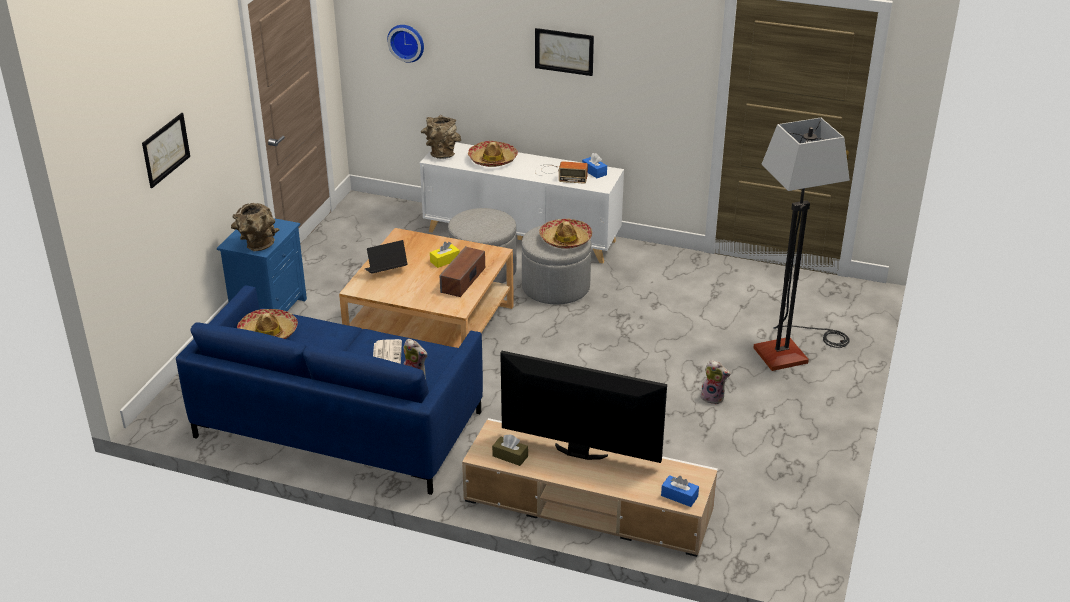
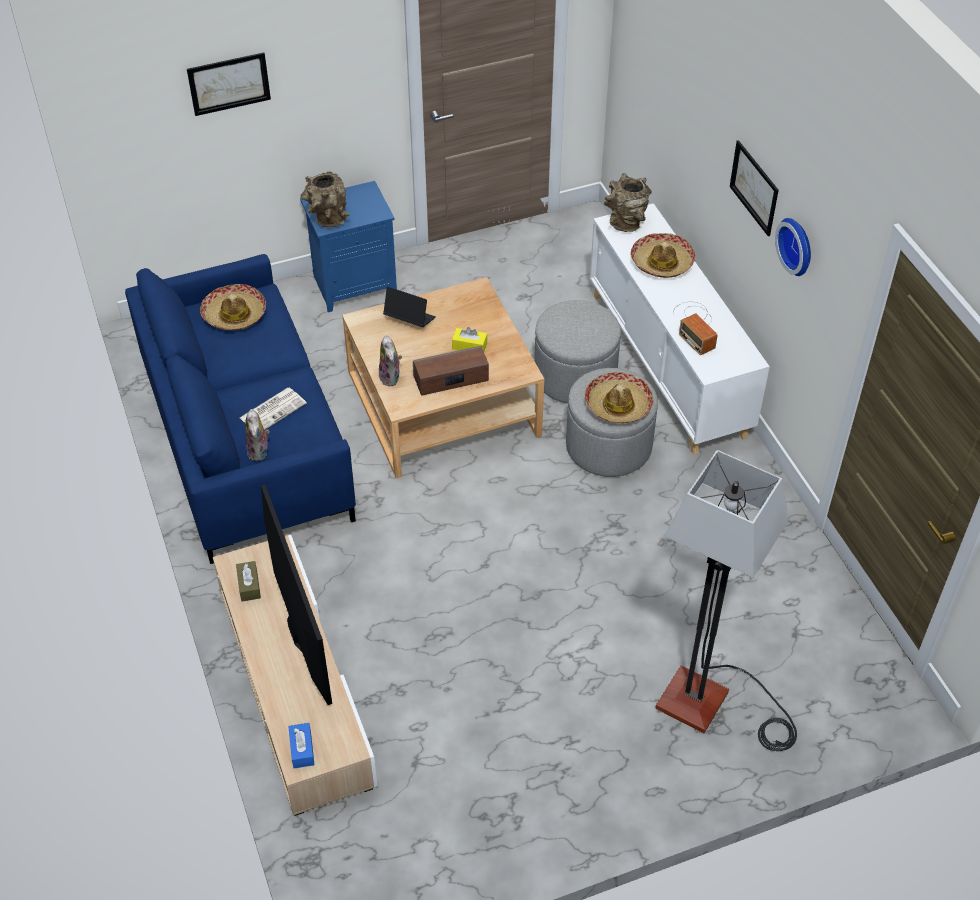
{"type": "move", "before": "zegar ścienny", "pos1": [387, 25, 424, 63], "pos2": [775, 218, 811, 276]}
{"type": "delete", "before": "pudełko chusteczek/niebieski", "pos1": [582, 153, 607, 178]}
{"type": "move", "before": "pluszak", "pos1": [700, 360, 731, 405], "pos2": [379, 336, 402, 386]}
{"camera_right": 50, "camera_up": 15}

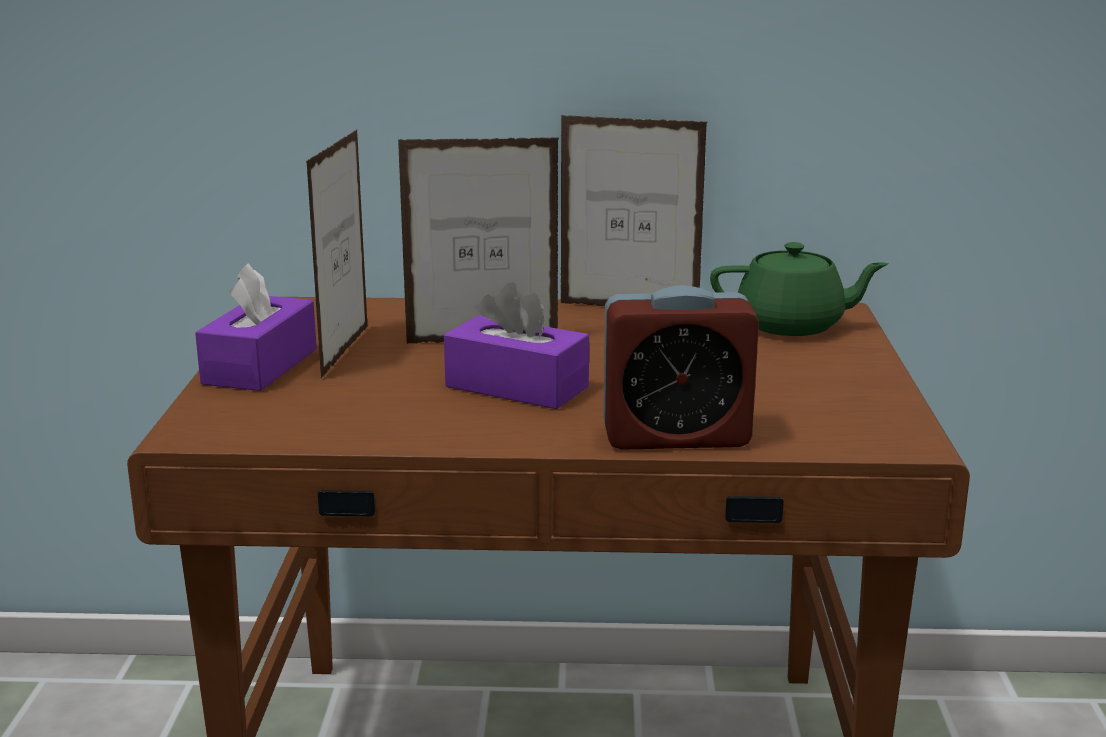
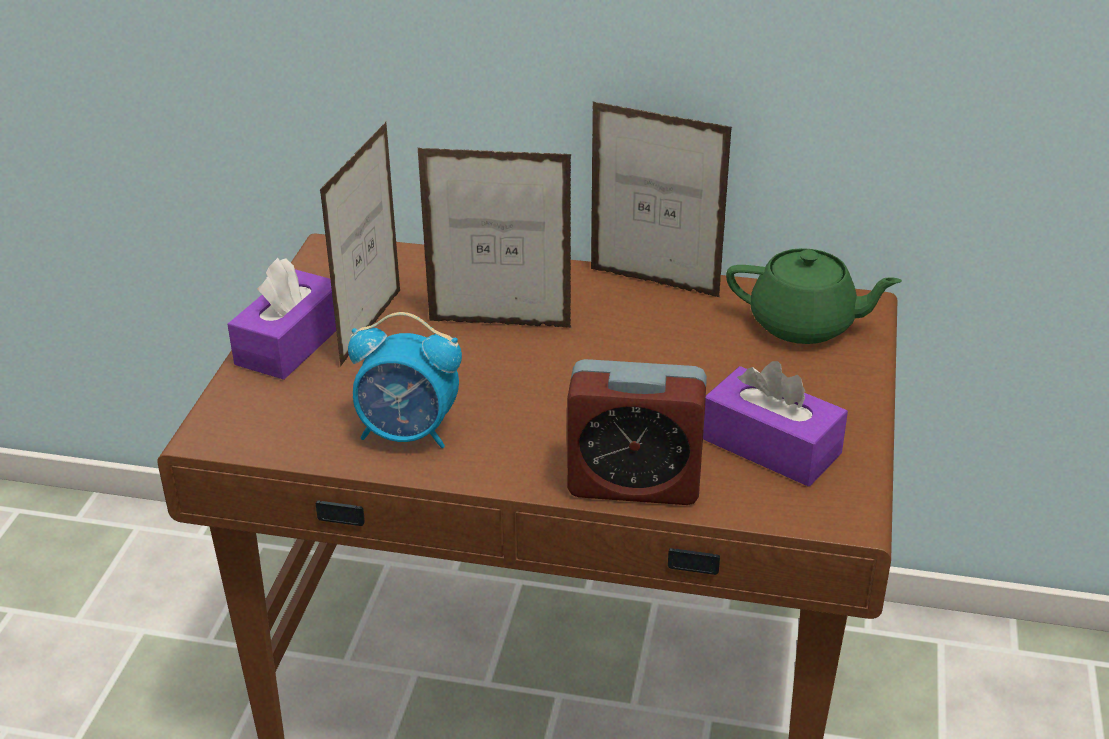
{"type": "move", "before": "pudełko chusteczek/fioletowy", "pos1": [444, 282, 589, 409], "pos2": [703, 361, 848, 487]}
{"type": "insert", "after": "budzik", "pos2": [348, 312, 462, 448]}
{"camera_right": 10, "camera_up": 15}

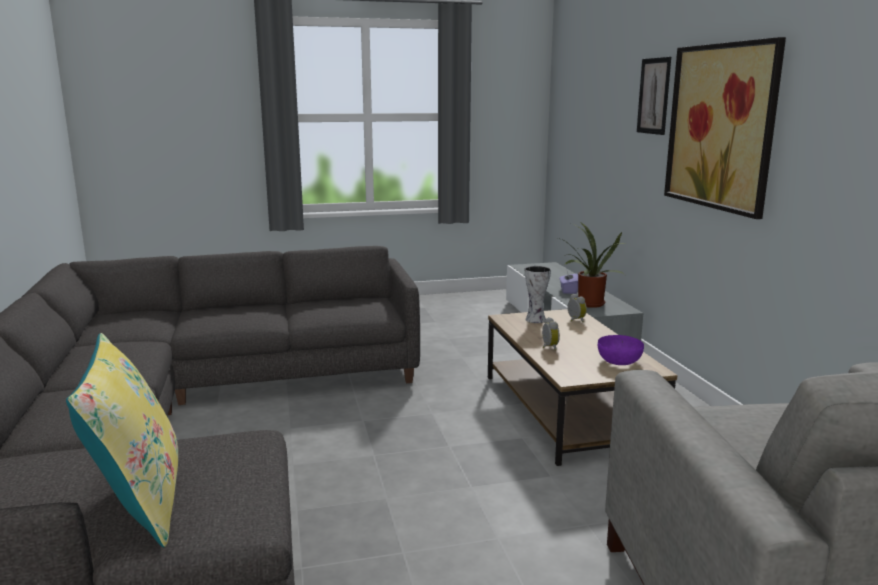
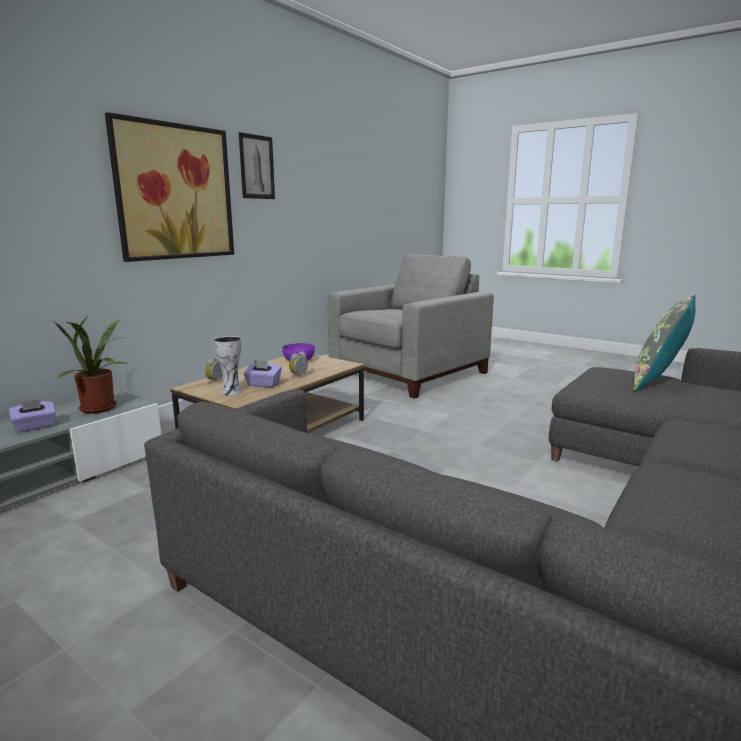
{"type": "move", "before": "obraz", "pos1": [637, 57, 671, 135], "pos2": [239, 132, 275, 199]}
{"type": "recolor", "before": "poduszka/żółty", "after": "poduszka/szary", "pos1": [66, 333, 178, 547], "pos2": [633, 294, 695, 391]}
{"type": "insert", "after": "pudełko chusteczek/fioletowy", "pos2": [244, 360, 282, 387]}
{"camera_right": -130, "camera_up": 0}

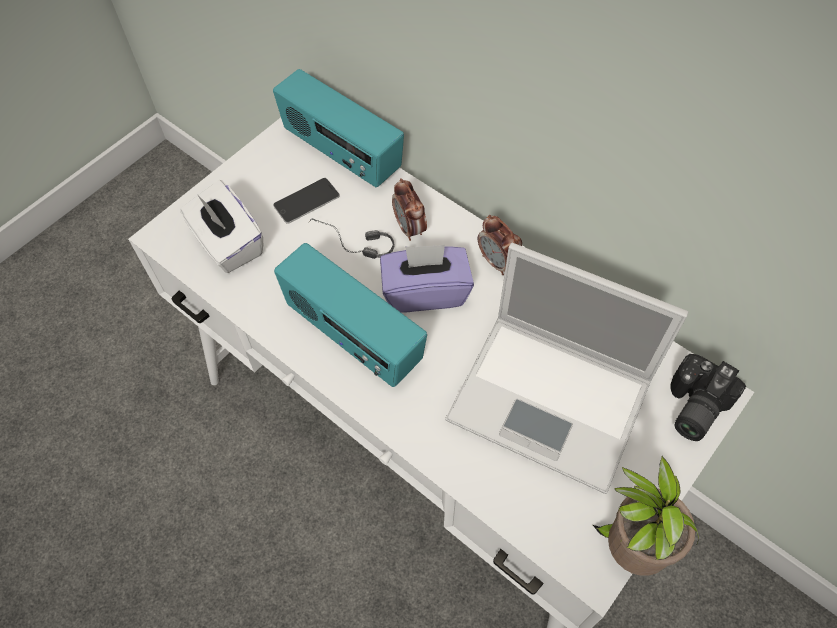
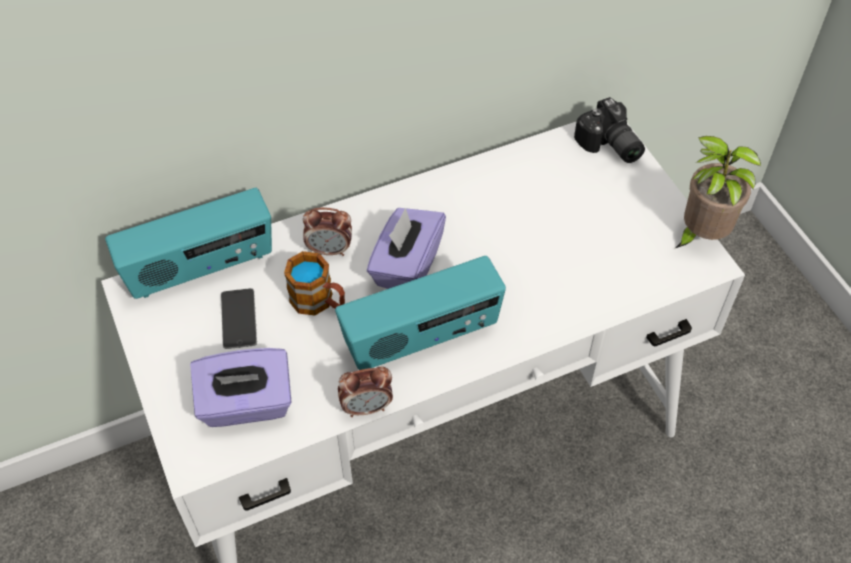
{"type": "recolor", "before": "pudełko chusteczek/biały", "after": "pudełko chusteczek/fioletowy", "pos1": [180, 180, 263, 273], "pos2": [190, 348, 291, 427]}
{"type": "move", "before": "budzik", "pos1": [478, 215, 522, 275], "pos2": [338, 366, 393, 417]}
{"type": "replace", "before": "słuchawki", "after": "kubek", "pos1": [308, 219, 395, 259], "pos2": [284, 251, 345, 316]}
{"type": "delete", "before": "laptop", "pos1": [445, 243, 688, 494]}
{"camera_right": -65, "camera_up": -5}

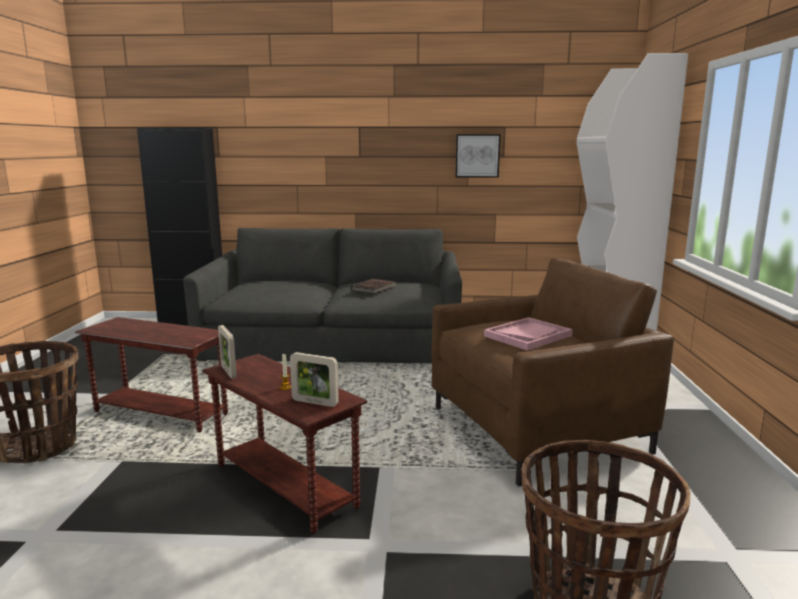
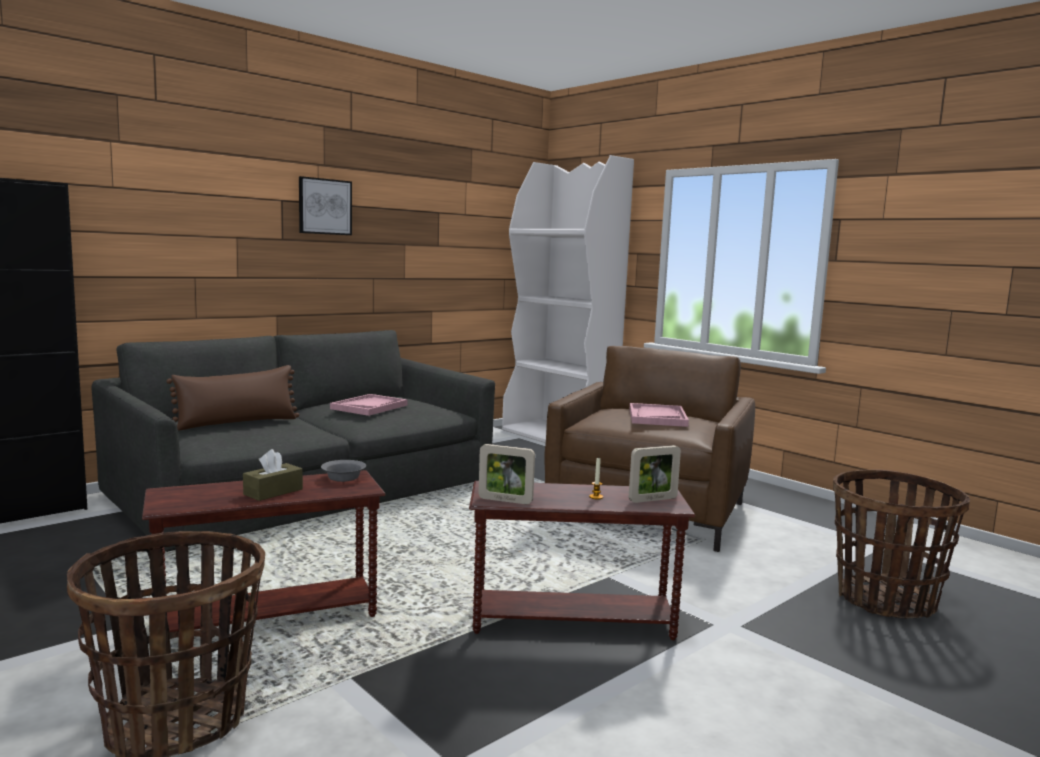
{"type": "move", "before": "obraz", "pos1": [456, 134, 500, 178], "pos2": [299, 176, 352, 235]}
{"type": "replace", "before": "książka/brązowy", "after": "taca/różowy", "pos1": [351, 279, 397, 294], "pos2": [330, 394, 407, 416]}
{"type": "insert", "after": "poduszka/brązowy", "pos2": [166, 365, 299, 431]}
{"type": "insert", "after": "pudełko chusteczek/brązowy", "pos2": [243, 449, 303, 501]}
{"type": "insert", "after": "miska/szary", "pos2": [321, 460, 366, 482]}
{"camera_right": -45, "camera_up": -5}

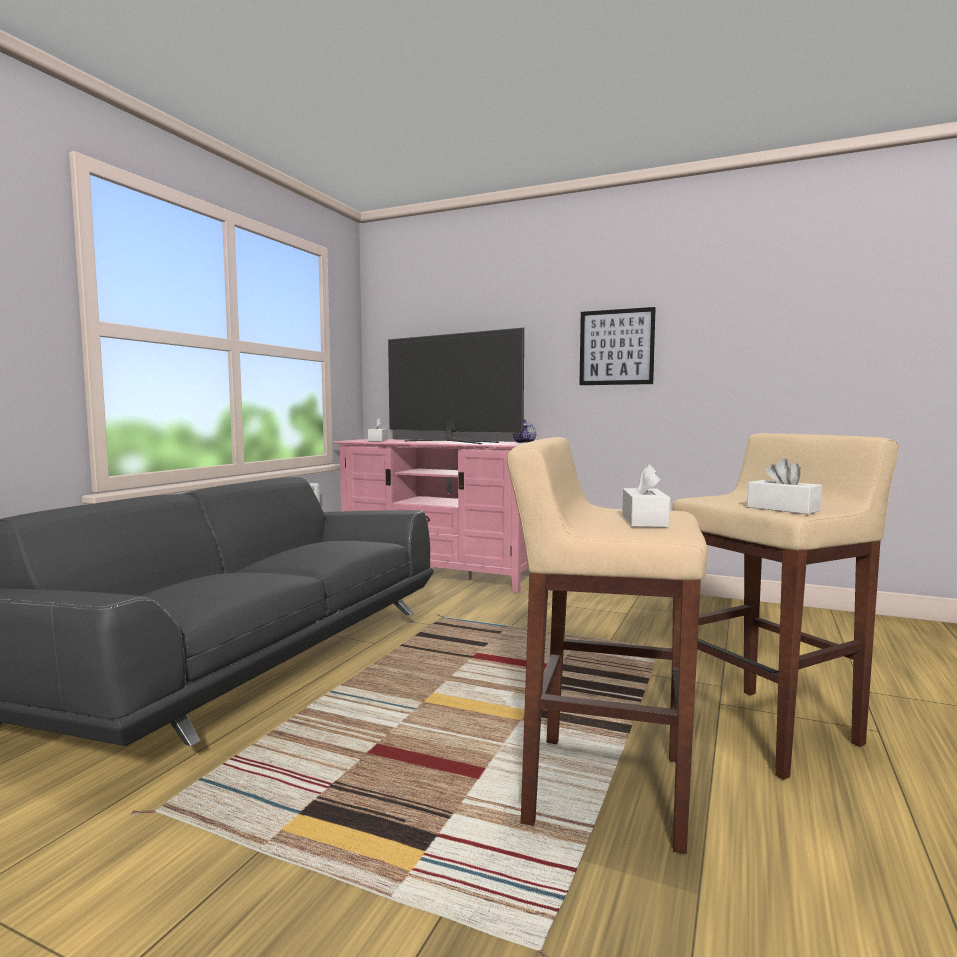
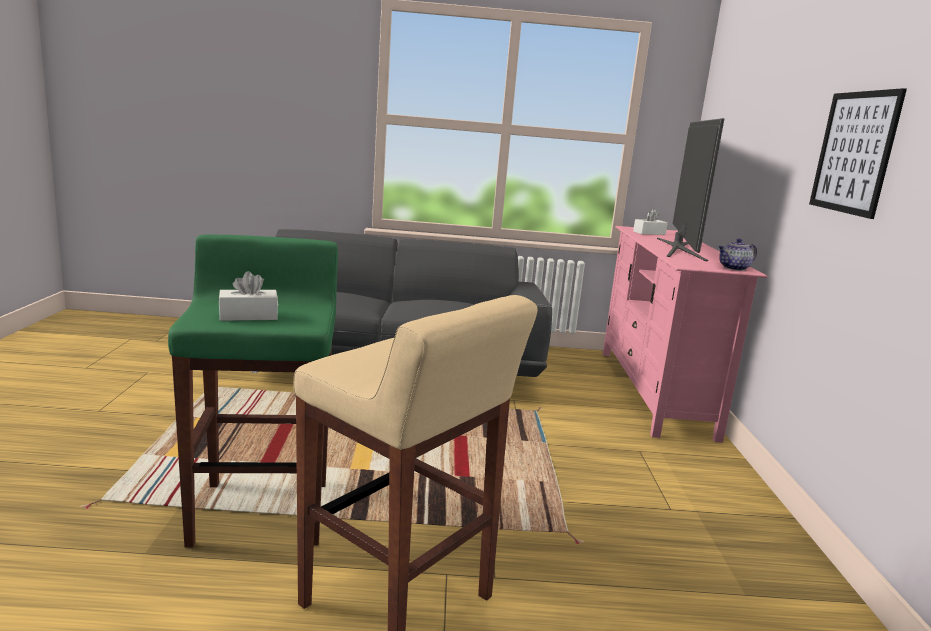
{"type": "recolor", "before": "stołek/beżowy", "after": "stołek/zielony", "pos1": [507, 437, 707, 854], "pos2": [168, 234, 338, 547]}
{"type": "delete", "before": "pudełko chusteczek/biały", "pos1": [747, 458, 822, 514]}
{"camera_right": 65, "camera_up": 10}

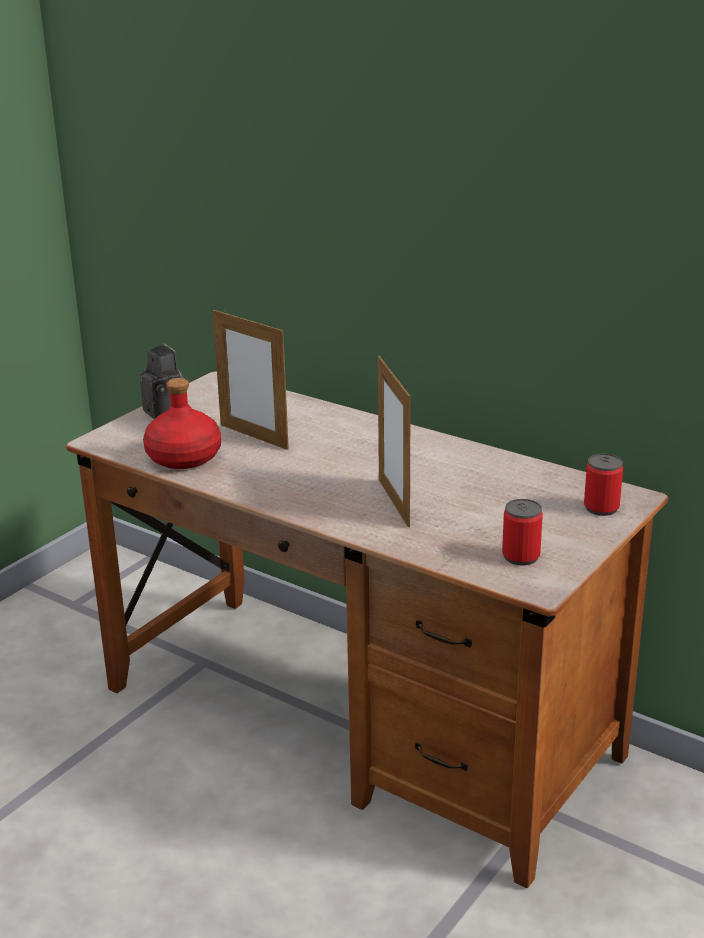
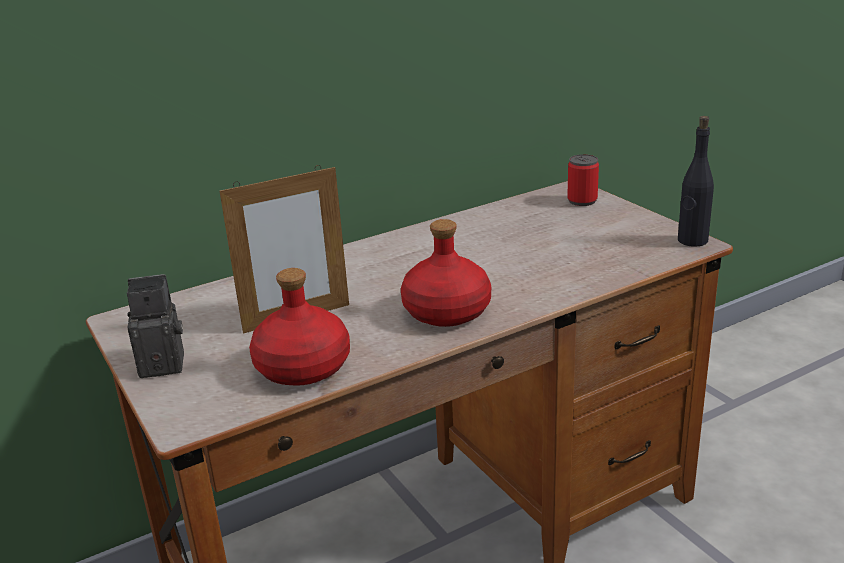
{"type": "delete", "before": "ramka na zdjęcie", "pos1": [378, 356, 411, 528]}
{"type": "delete", "before": "puszka", "pos1": [502, 499, 543, 565]}
{"type": "insert", "after": "butelka/czarny", "pos2": [678, 116, 714, 247]}
{"type": "insert", "after": "butelka/czerwony", "pos2": [401, 219, 491, 327]}
{"camera_right": -65, "camera_up": 0}

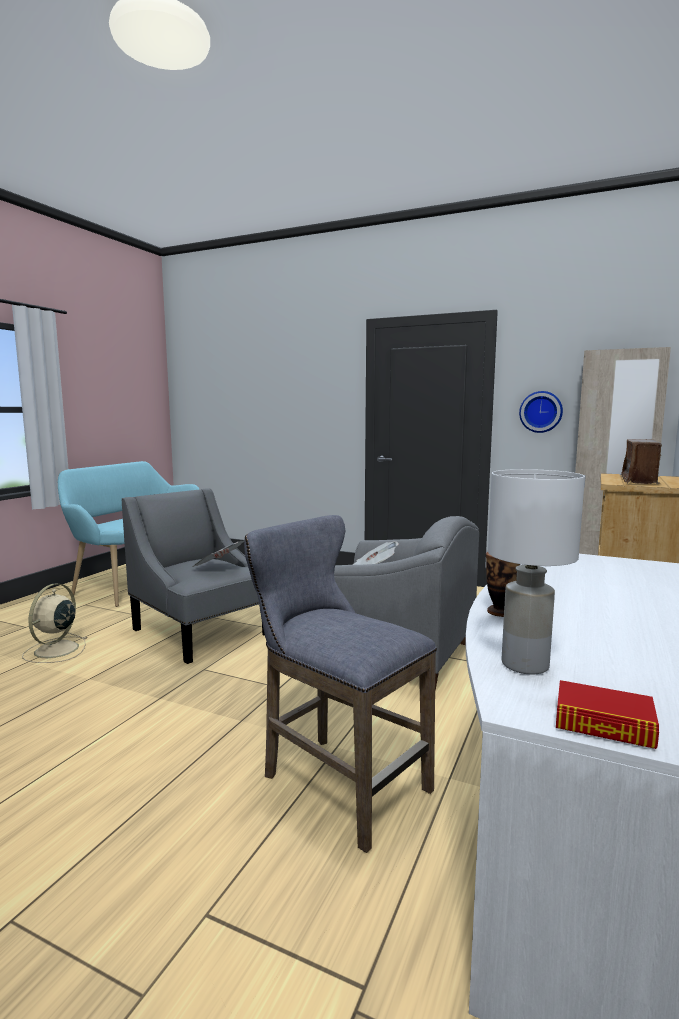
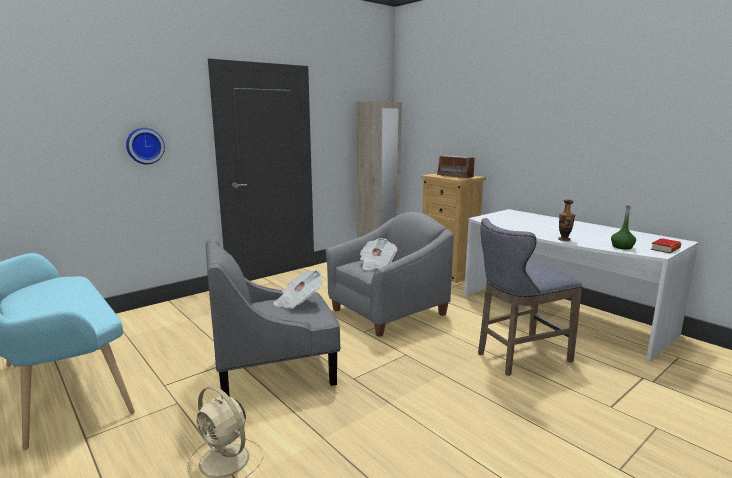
{"type": "move", "before": "zegar ścienny", "pos1": [519, 391, 563, 433], "pos2": [126, 128, 165, 164]}
{"type": "replace", "before": "lampa stołowa/biały", "after": "butelka/zielony", "pos1": [488, 469, 585, 674], "pos2": [611, 205, 636, 249]}
{"camera_right": -65, "camera_up": 5}

